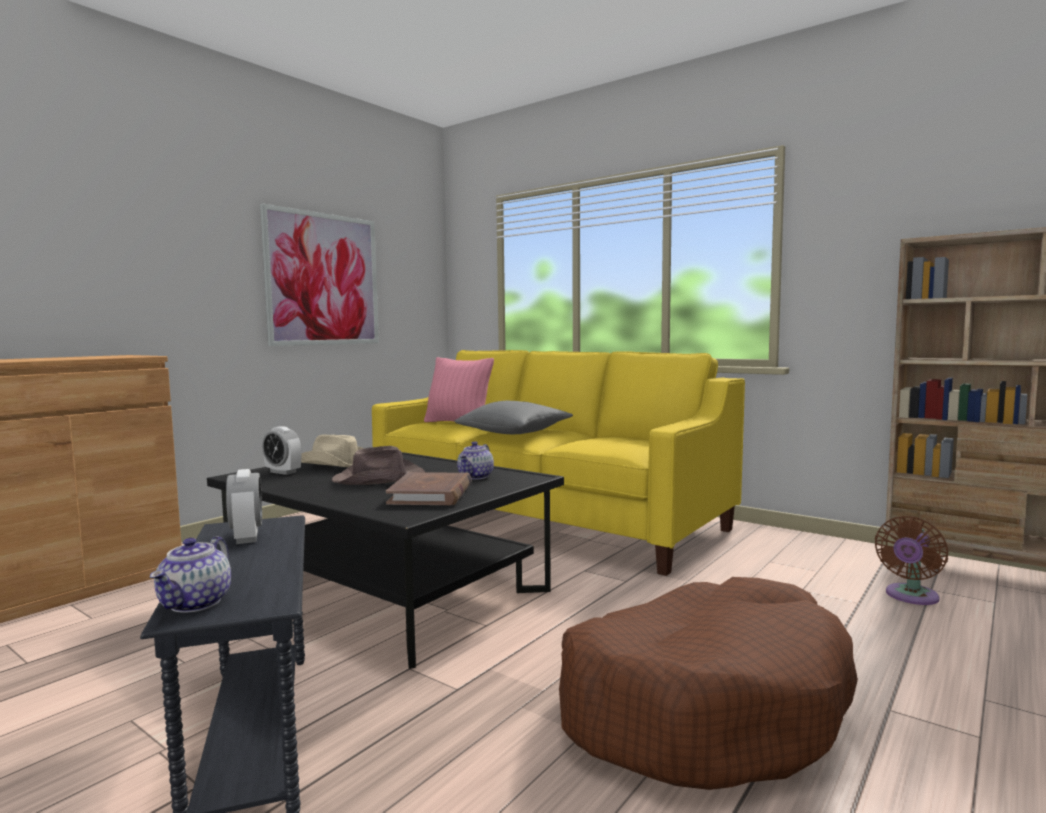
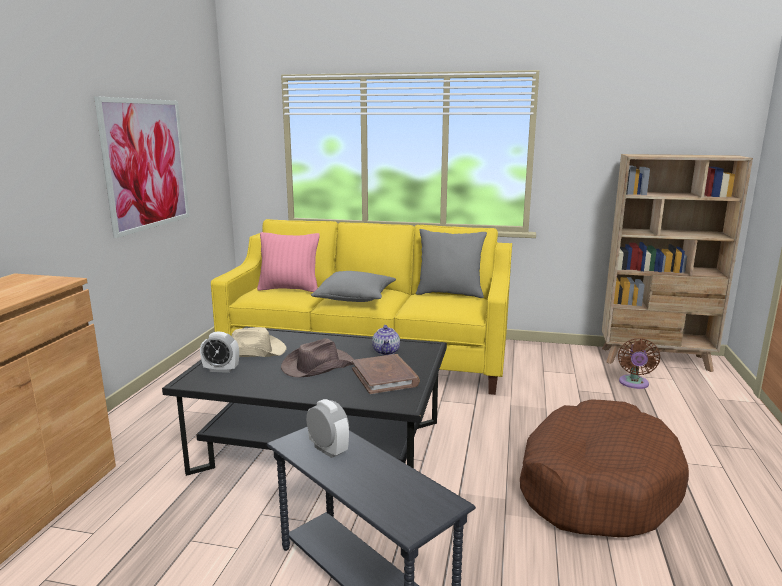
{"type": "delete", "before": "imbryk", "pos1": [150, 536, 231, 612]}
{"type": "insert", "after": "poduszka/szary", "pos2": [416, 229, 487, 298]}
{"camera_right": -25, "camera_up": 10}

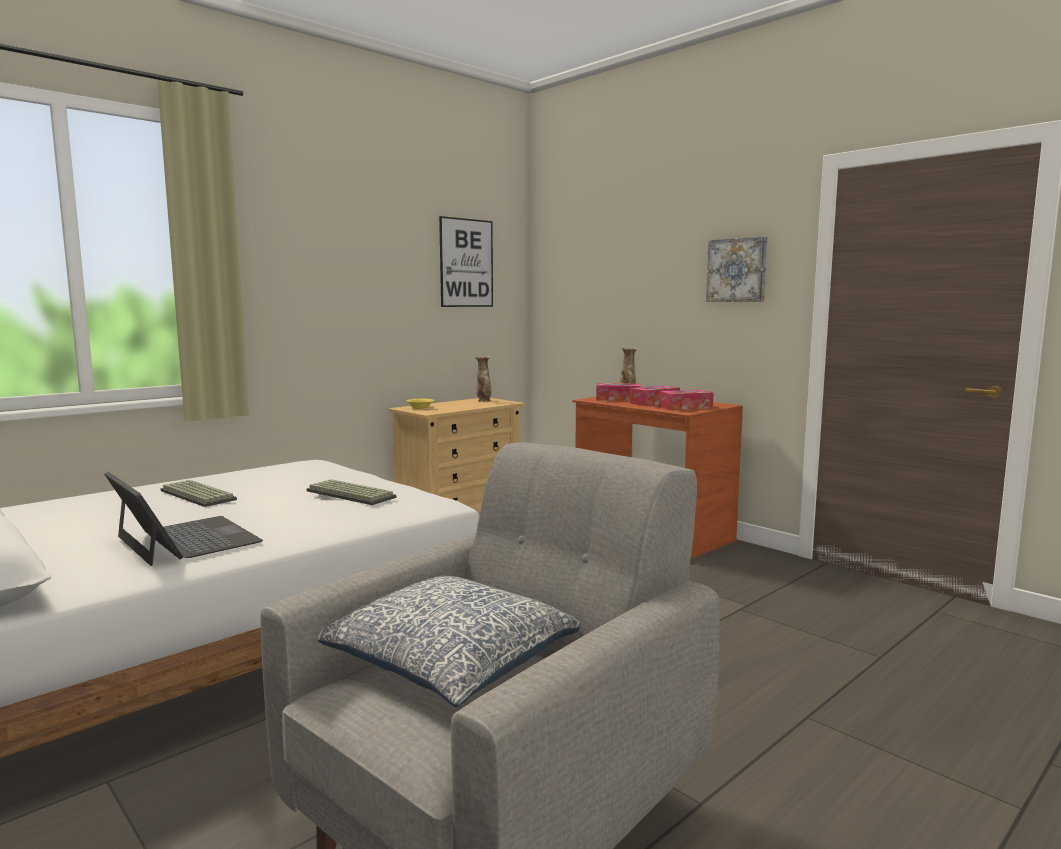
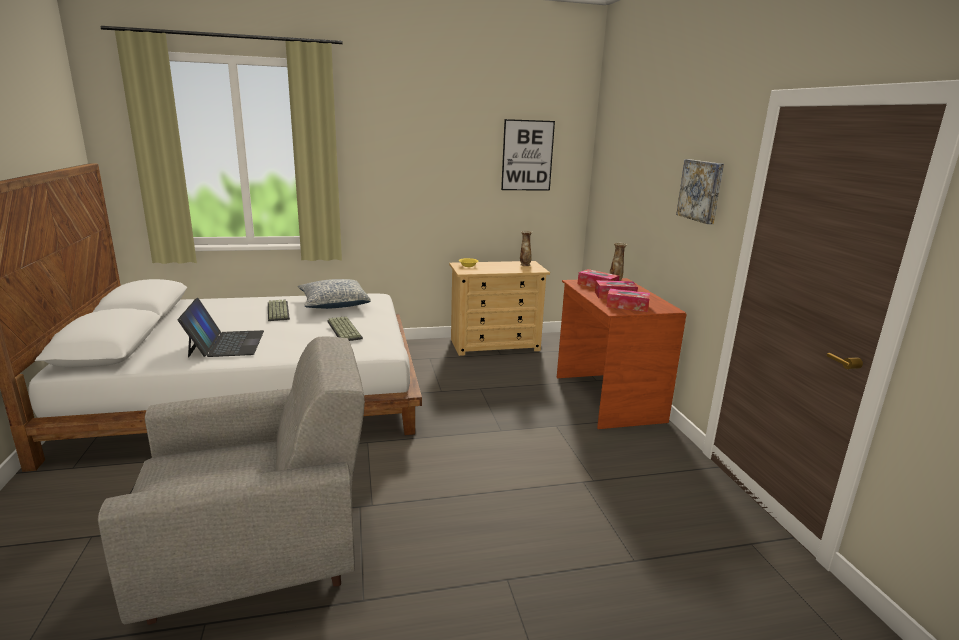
{"type": "move", "before": "poduszka", "pos1": [317, 576, 580, 707], "pos2": [298, 279, 371, 309]}
{"camera_right": 30, "camera_up": 10}

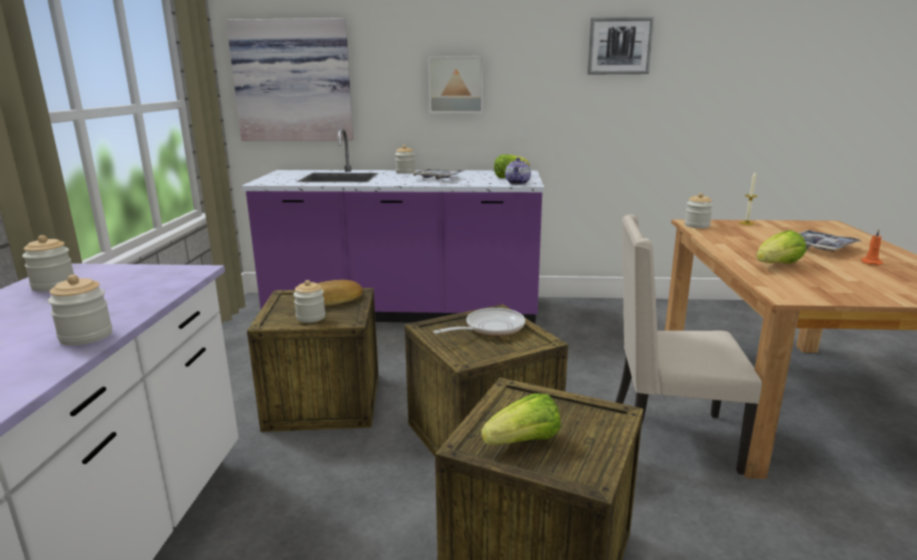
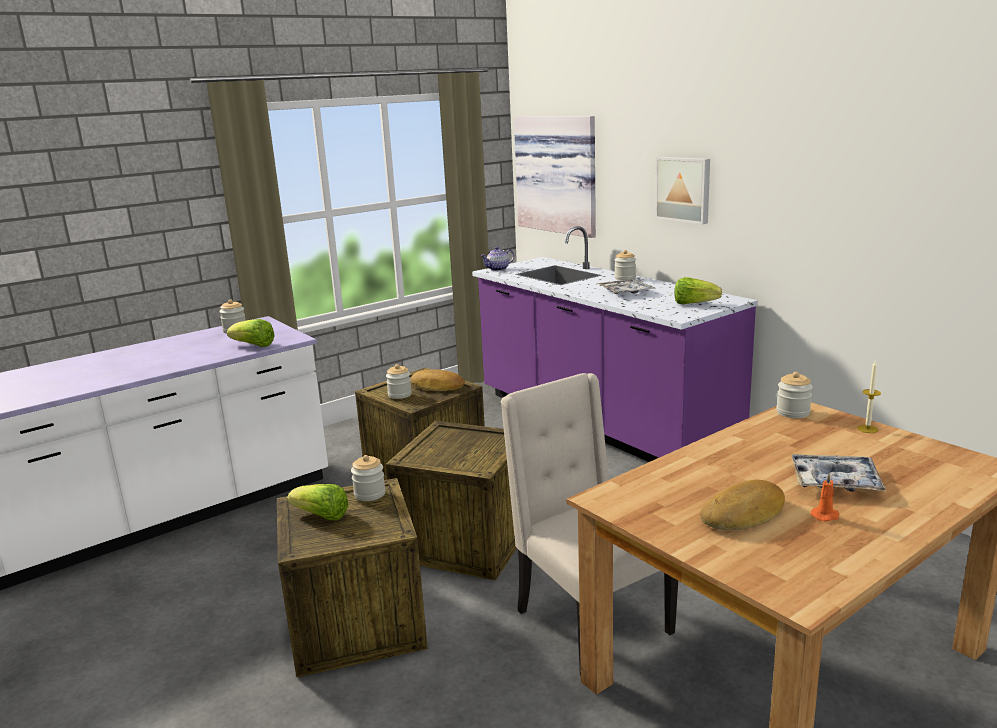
{"type": "delete", "before": "obraz", "pos1": [587, 17, 654, 74]}
{"type": "move", "before": "imbryk", "pos1": [505, 158, 531, 185], "pos2": [480, 247, 514, 271]}
{"type": "move", "before": "sałata", "pos1": [756, 230, 806, 263], "pos2": [227, 319, 275, 347]}
{"type": "move", "before": "słoik", "pos1": [48, 275, 112, 346], "pos2": [351, 455, 386, 501]}
{"type": "delete", "before": "patelnia", "pos1": [433, 308, 525, 336]}
{"type": "insert", "after": "chleb", "pos2": [700, 480, 785, 530]}
{"camera_right": 50, "camera_up": 0}

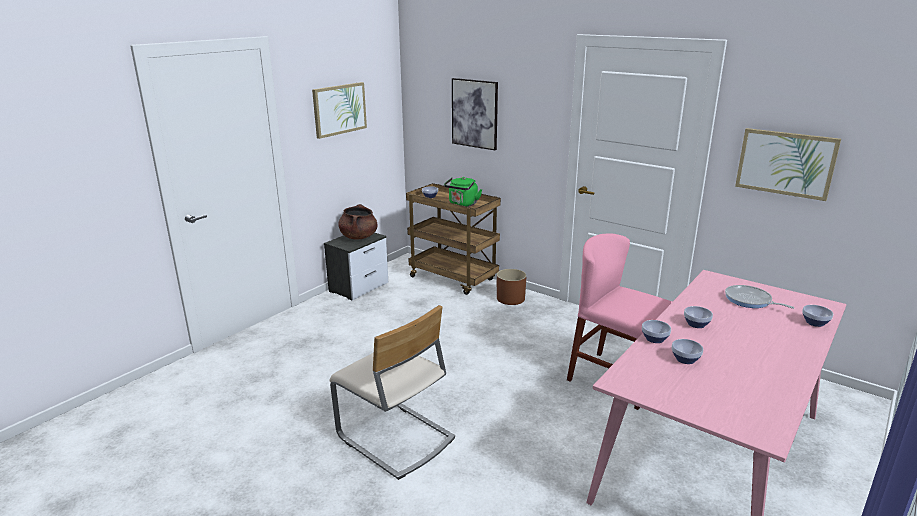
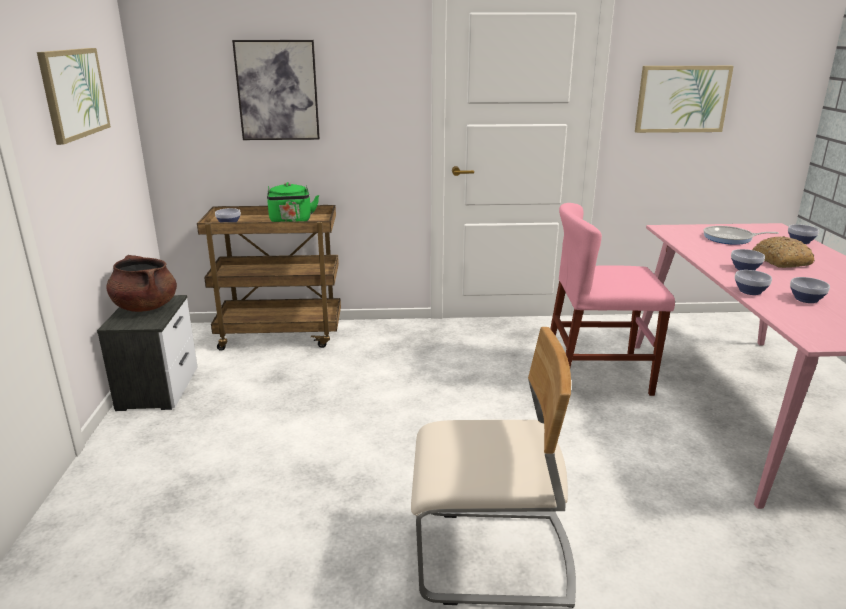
{"type": "delete", "before": "donica/brązowy", "pos1": [497, 269, 527, 305]}
{"type": "insert", "after": "chleb", "pos2": [753, 236, 815, 268]}
{"camera_right": -40, "camera_up": 0}

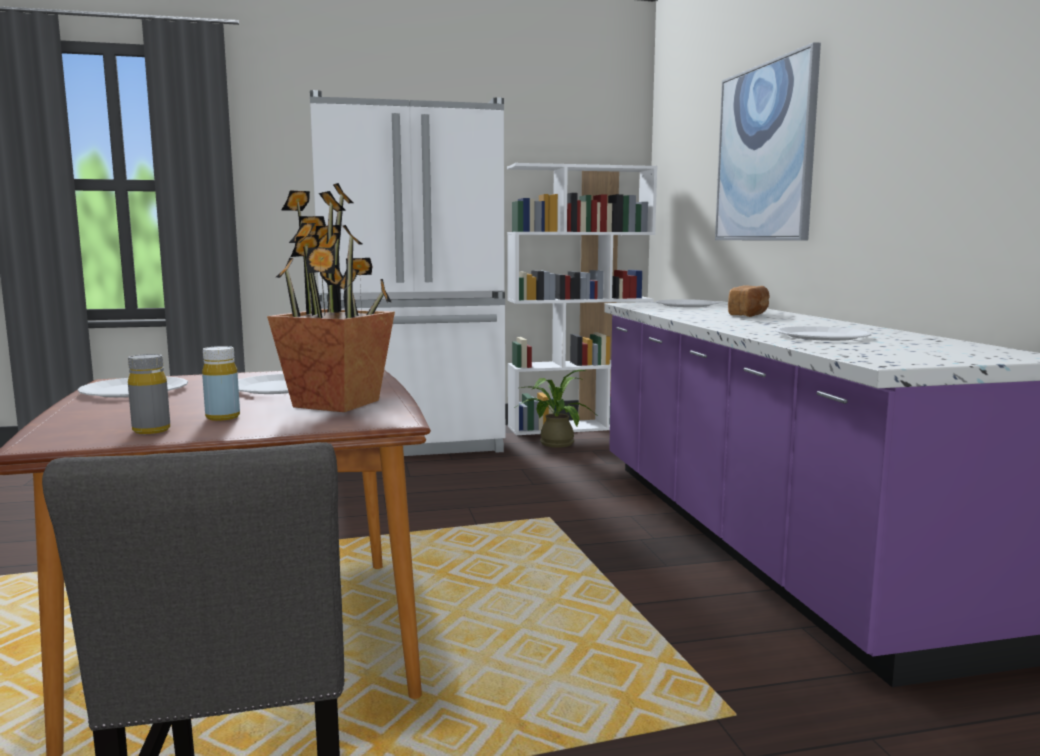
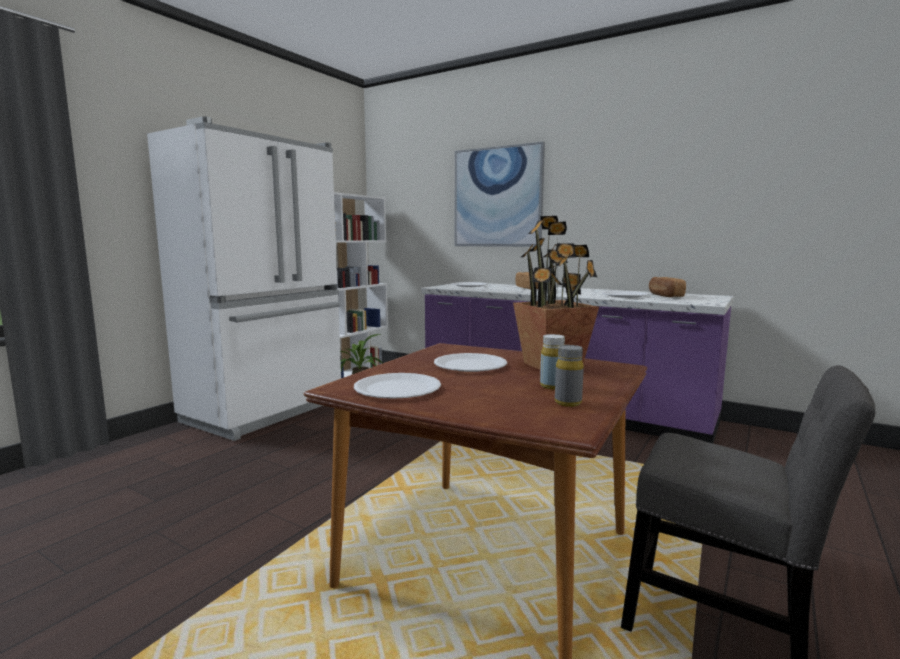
{"type": "insert", "after": "chleb", "pos2": [649, 277, 686, 297]}
{"camera_right": -45, "camera_up": 0}

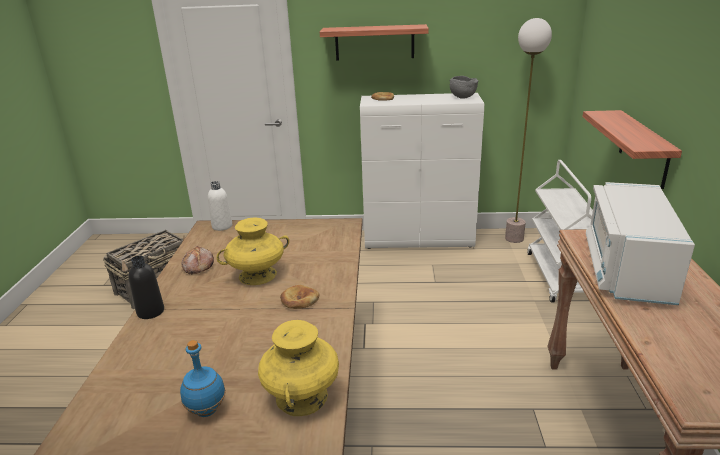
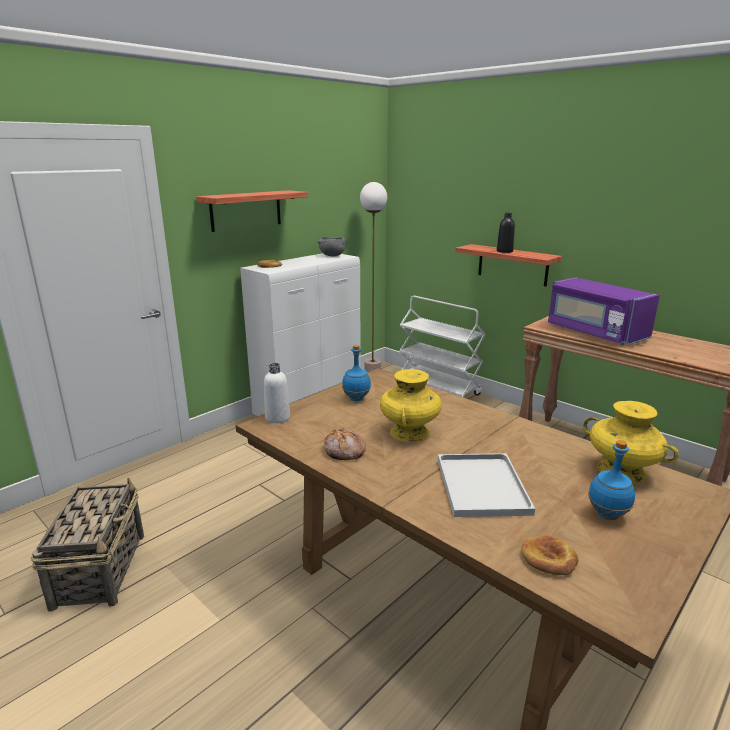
{"type": "recolor", "before": "mikrofalówka/biały", "after": "mikrofalówka/fioletowy", "pos1": [586, 182, 695, 305], "pos2": [548, 277, 660, 345]}
{"type": "move", "before": "butelka/czarny", "pos1": [129, 255, 164, 319], "pos2": [497, 213, 515, 253]}
{"type": "move", "before": "chleb", "pos1": [280, 285, 319, 309], "pos2": [521, 535, 578, 575]}
{"type": "insert", "after": "butelka/niebieski", "pos2": [342, 345, 371, 401]}
{"type": "insert", "after": "taca/biały", "pos2": [438, 453, 535, 517]}
{"camera_right": -50, "camera_up": -5}

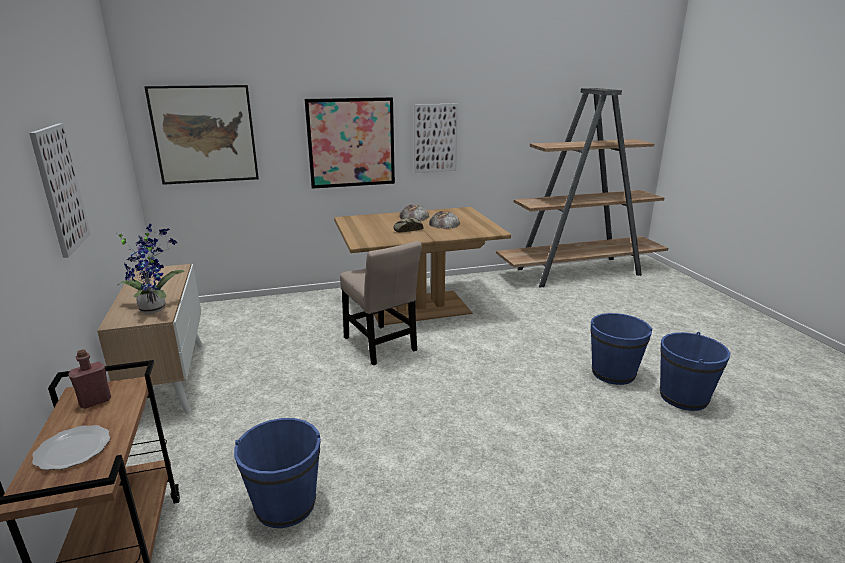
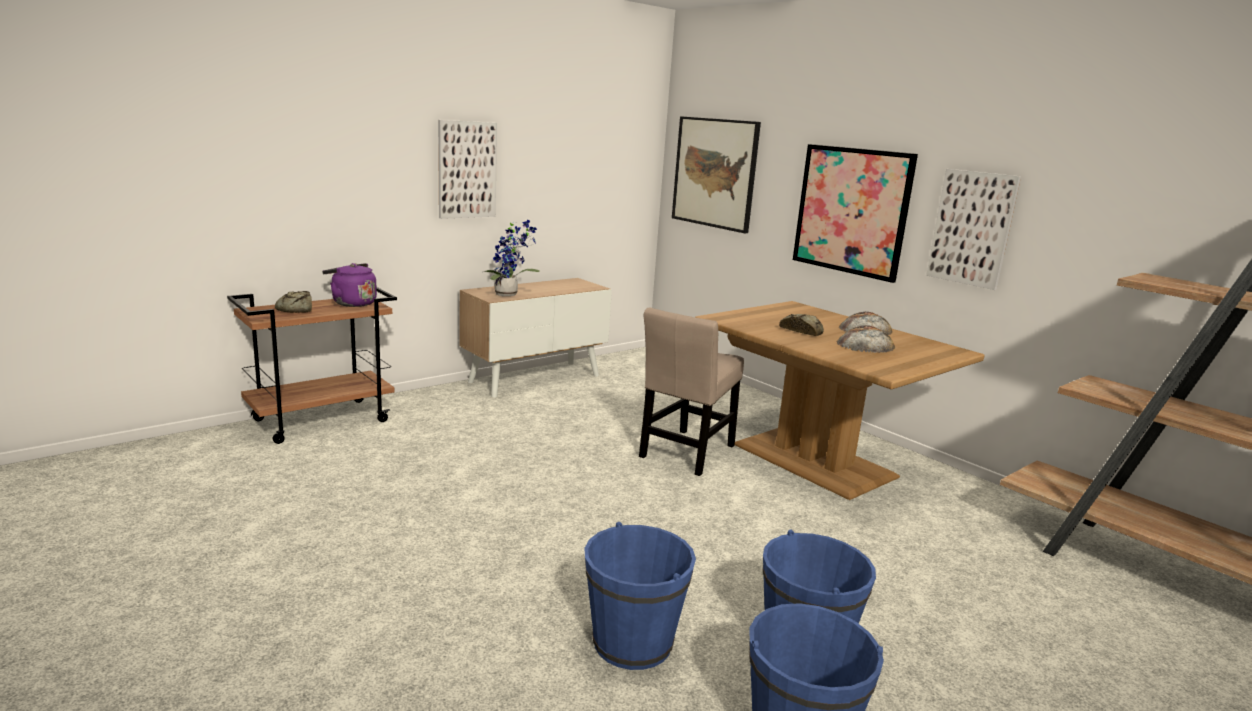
{"type": "replace", "before": "butelka/czerwony", "after": "czajnik/fioletowy", "pos1": [68, 350, 111, 409], "pos2": [322, 263, 377, 307]}
{"type": "move", "before": "wiadro/niebieski", "pos1": [234, 418, 321, 528], "pos2": [584, 522, 696, 670]}
{"type": "replace", "before": "talerz", "after": "chleb", "pos1": [32, 425, 110, 470], "pos2": [275, 291, 312, 313]}
{"camera_right": 65, "camera_up": -5}

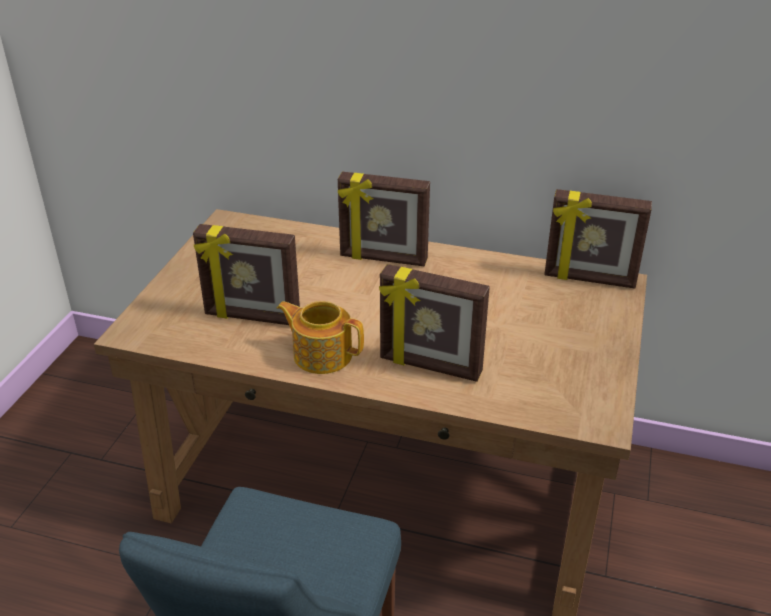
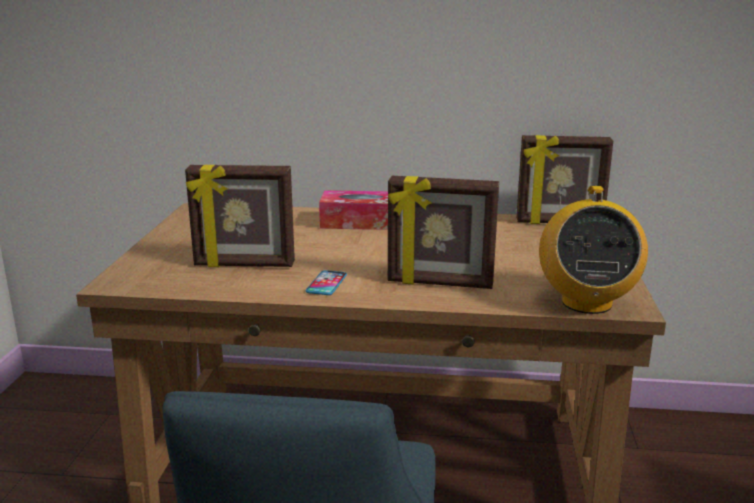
{"type": "replace", "before": "ramka na zdjęcie", "after": "pudełko chusteczek", "pos1": [338, 172, 430, 266], "pos2": [319, 190, 388, 230]}
{"type": "replace", "before": "imbryk", "after": "telefon", "pos1": [277, 301, 364, 374], "pos2": [306, 270, 347, 295]}
{"type": "insert", "after": "radio", "pos2": [539, 186, 648, 314]}
{"camera_right": -10, "camera_up": -15}

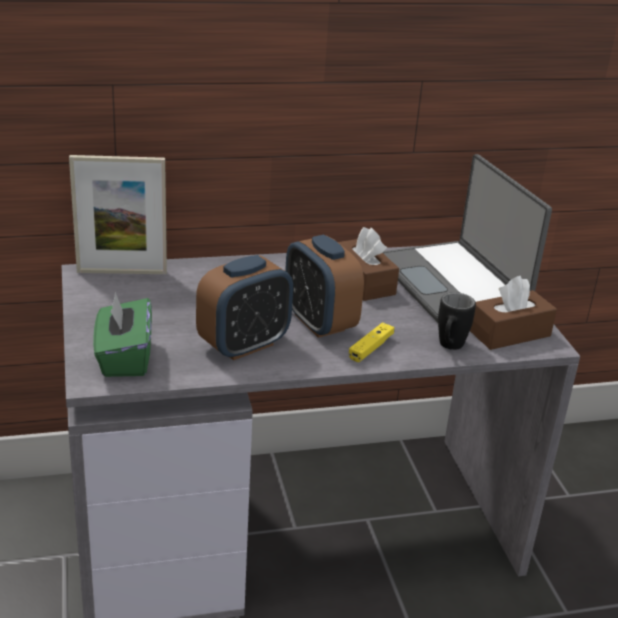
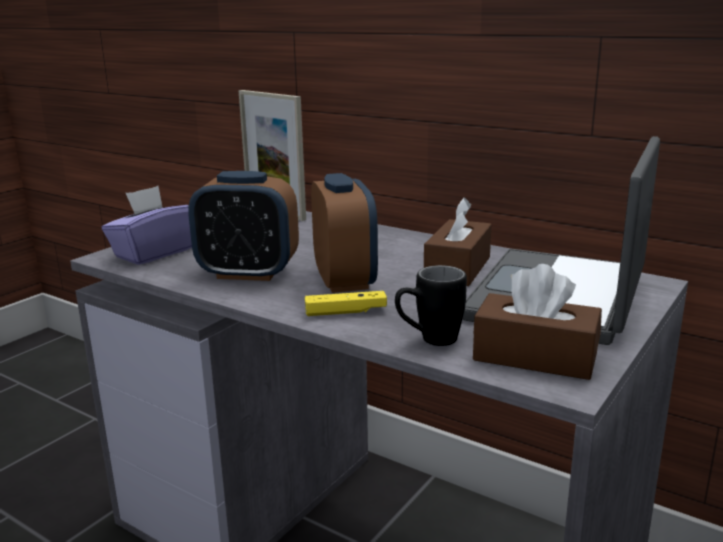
{"type": "rotate", "before": "budzik", "pos1": [285, 235, 364, 338], "pos2": [311, 173, 378, 293], "turn": 150}
{"type": "recolor", "before": "pudełko chusteczek/zielony", "after": "pudełko chusteczek/fioletowy", "pos1": [93, 292, 152, 377], "pos2": [102, 186, 192, 265]}
{"camera_right": 50, "camera_up": -10}

